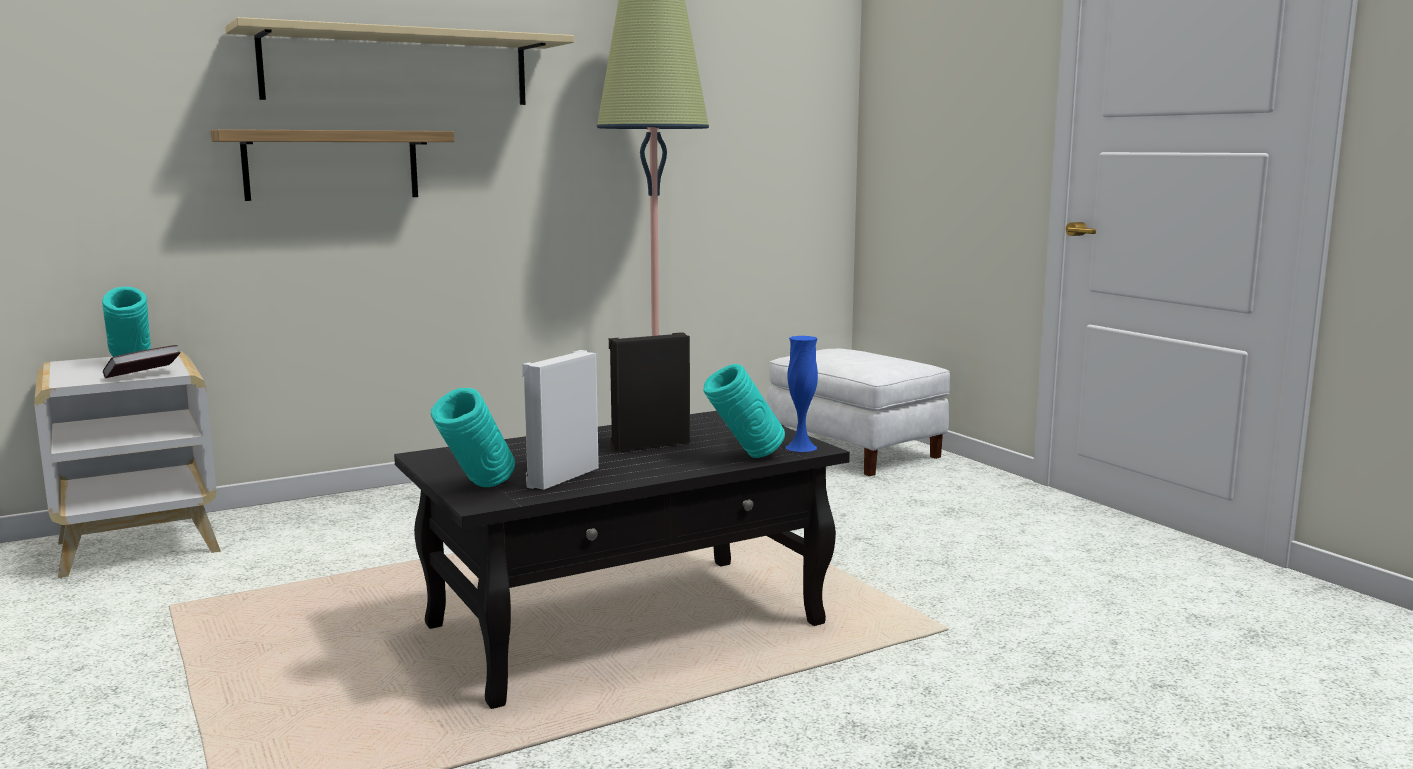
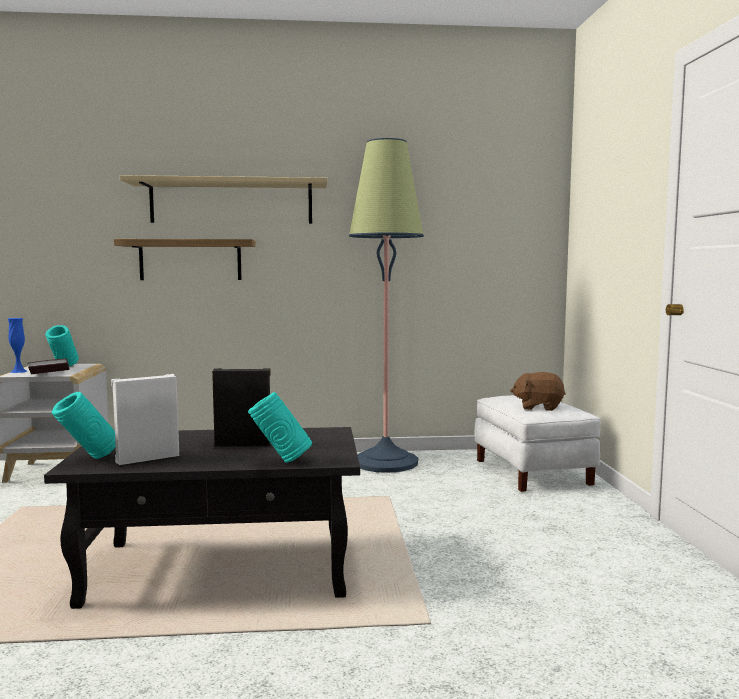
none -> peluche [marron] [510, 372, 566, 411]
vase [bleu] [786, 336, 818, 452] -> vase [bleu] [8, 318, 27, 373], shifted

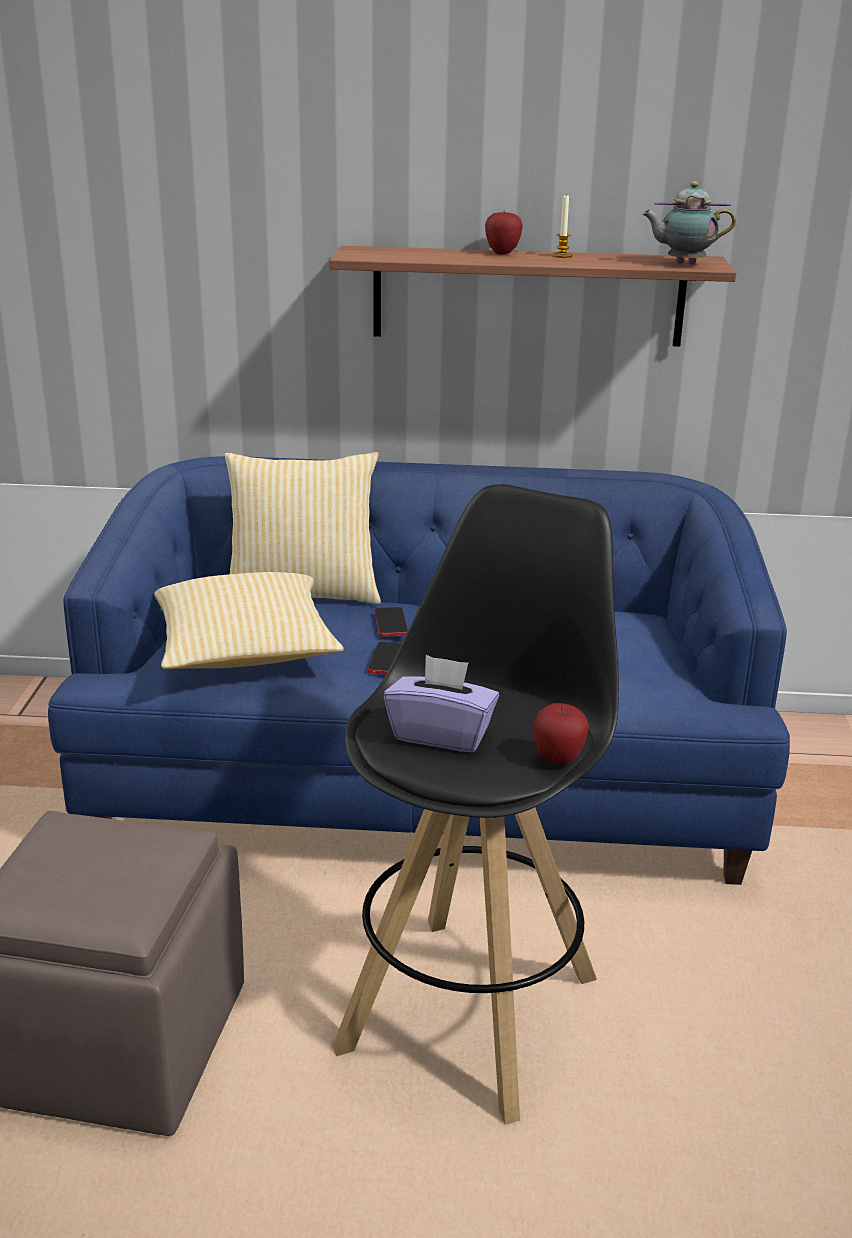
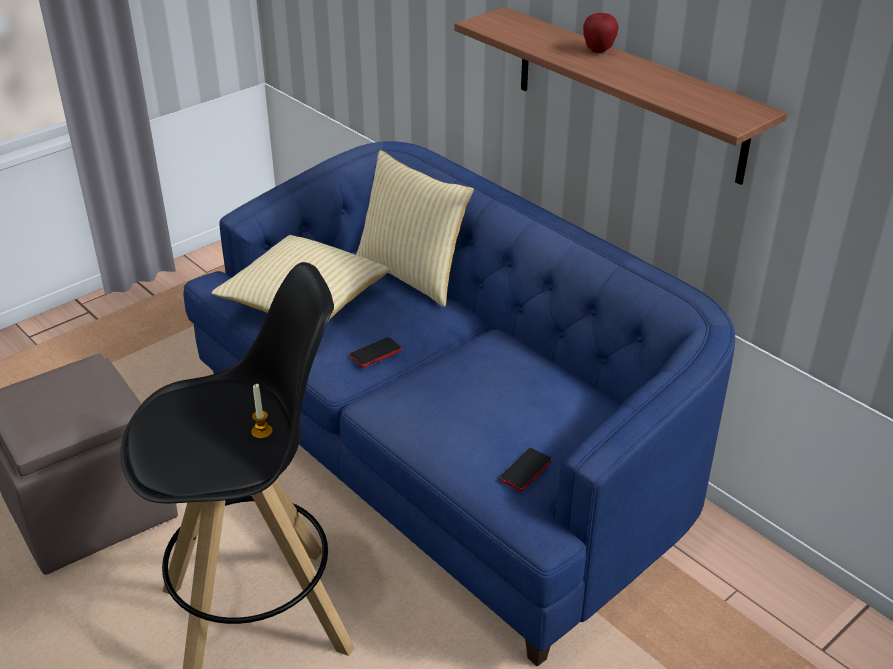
boîte à mouchoirs [violet] [384, 655, 499, 752] -> none
pomme [533, 703, 589, 764] -> none
théière [642, 181, 736, 264] -> none
téléphone [375, 607, 408, 637] -> téléphone [500, 448, 552, 491], shifted
bougie [552, 195, 573, 258] -> bougie [251, 384, 273, 439], shifted

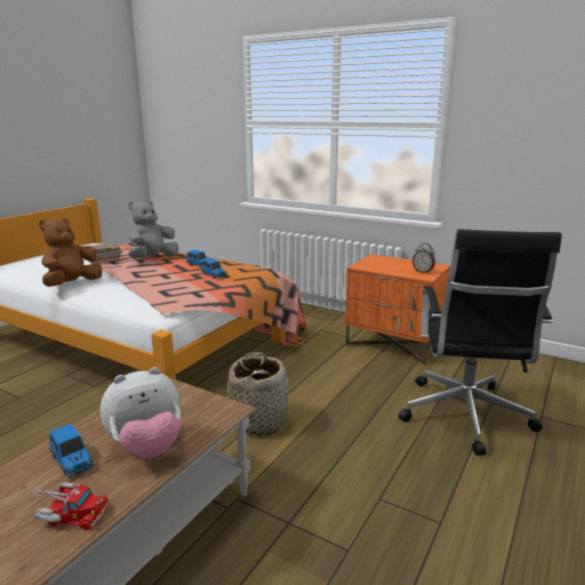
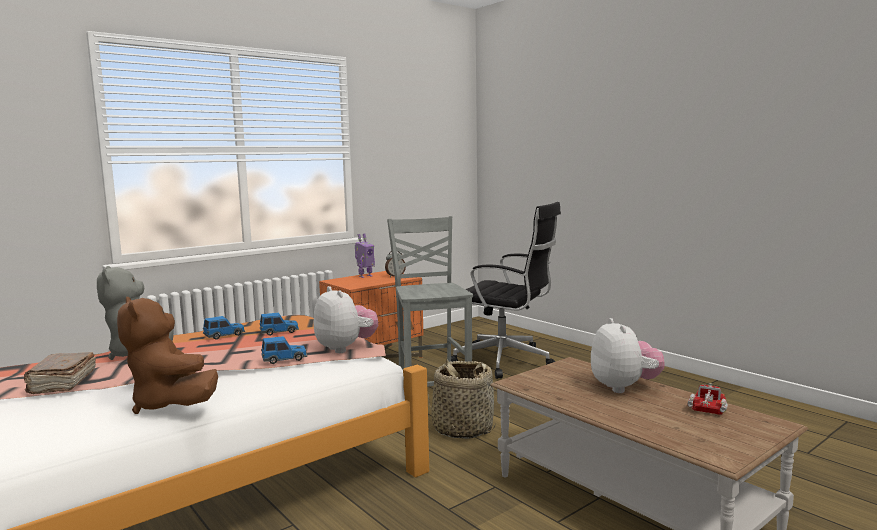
none -> peluche [314, 286, 378, 353]
none -> robot jouet [355, 233, 375, 278]
none -> chaise [gris] [387, 216, 473, 387]
petite voiture [49, 424, 94, 477] -> petite voiture [261, 336, 307, 364], shifted

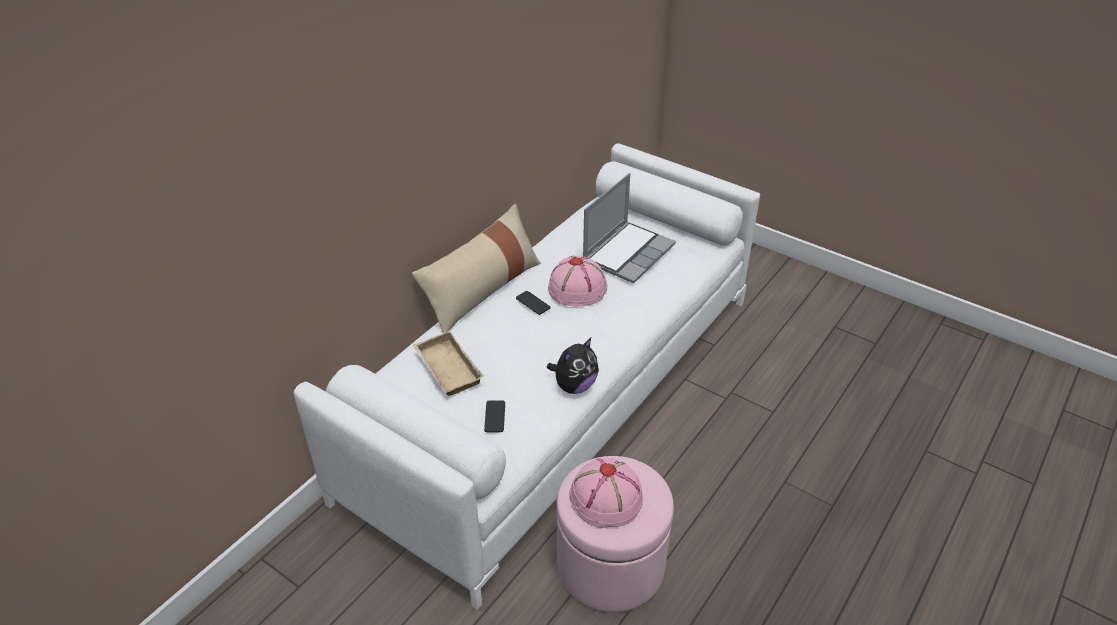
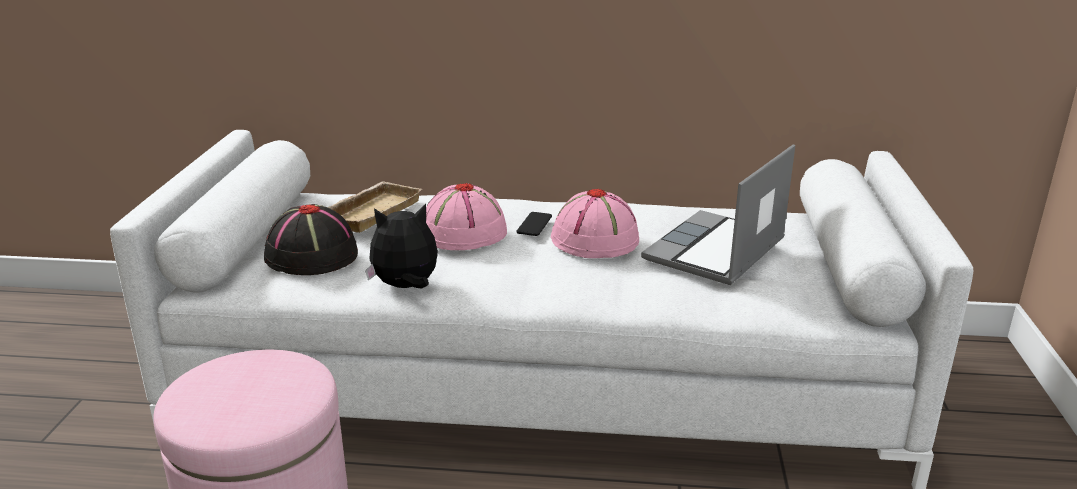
coussin [beige] [412, 204, 541, 333] -> none
chapeau [rose] [569, 458, 643, 528] -> chapeau [rose] [426, 183, 507, 250], shifted
téléphone [484, 400, 505, 432] -> chapeau [noir] [264, 204, 358, 275]
peluche [547, 338, 599, 394] -> peluche [365, 204, 438, 288], 150 degrees clockwise
ordinateur portable [583, 173, 676, 283] -> ordinateur portable [641, 144, 795, 285], 120 degrees clockwise

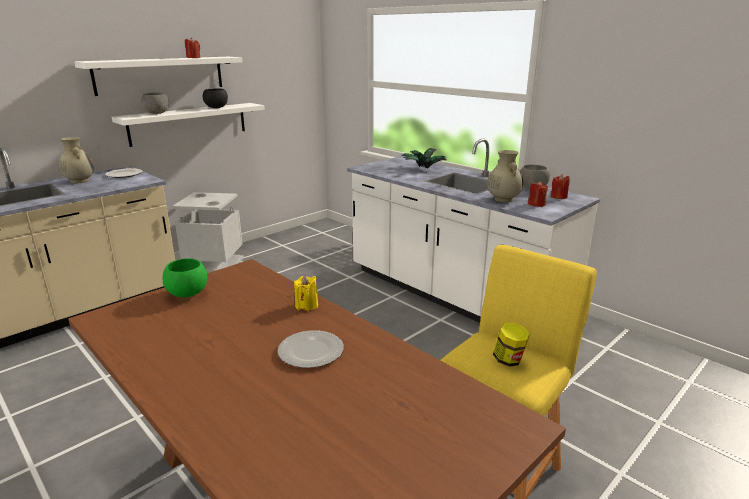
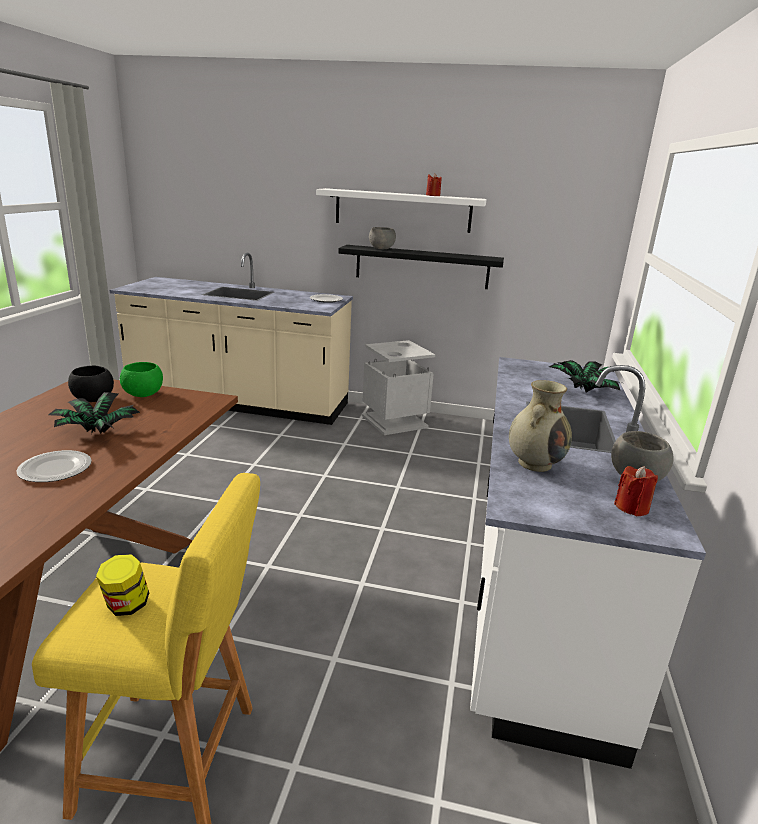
vase [beige] [58, 137, 94, 183] -> none
bougie [jaune] [294, 275, 318, 311] -> none
bougie [rouge] [528, 181, 548, 207] -> none
none -> plante en pot [48, 392, 140, 434]
bol [noir] [203, 88, 228, 108] -> bol [noir] [68, 366, 114, 402], shifted
étagère [blanc] [112, 103, 265, 147] -> étagère [noir] [338, 245, 504, 289]

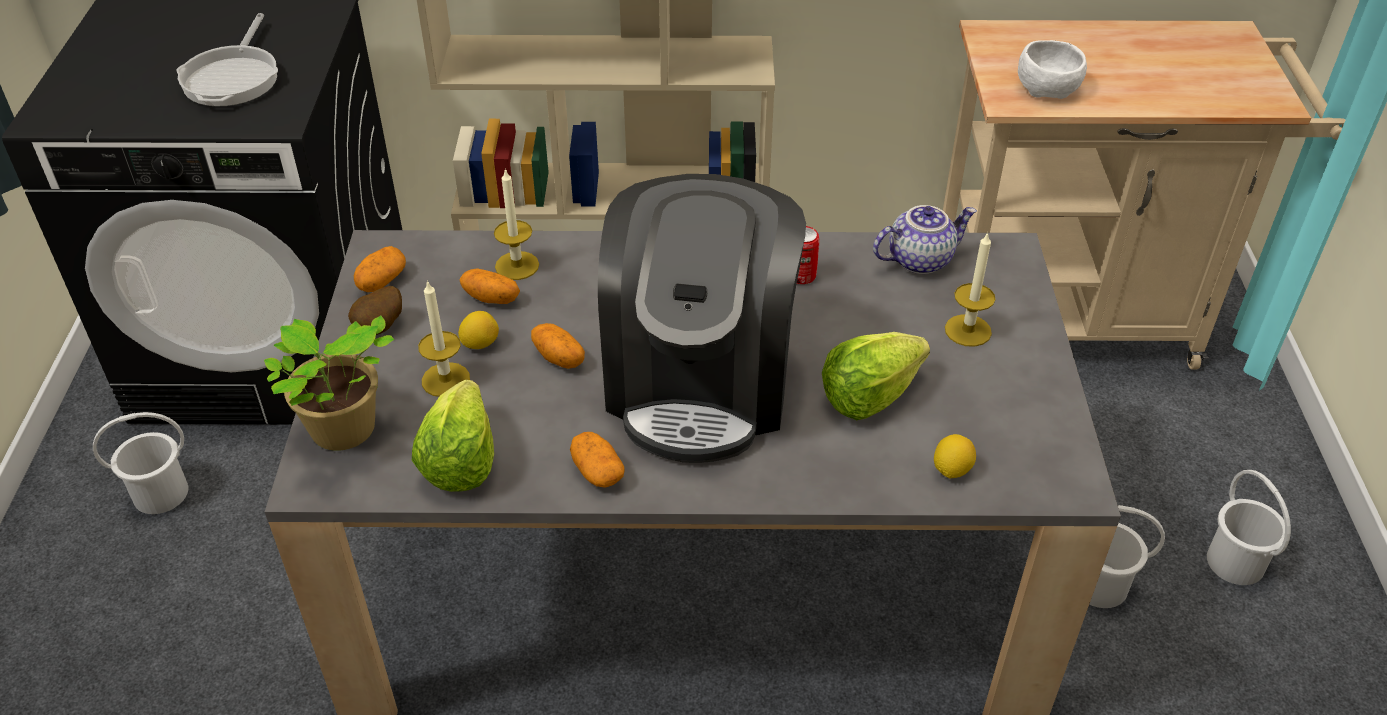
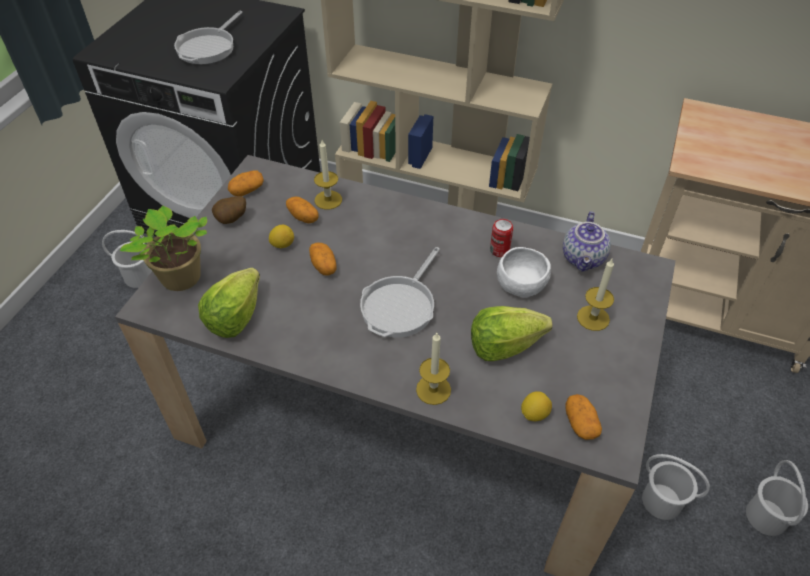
bougie [418, 280, 470, 397] -> bougie [416, 333, 451, 405], shifted
pomme de terre [570, 432, 624, 488] -> pomme de terre [565, 394, 602, 440], shifted
bol [blanc] [1018, 40, 1087, 99] -> bol [blanc] [497, 247, 551, 298], shifted
machine à café [598, 174, 806, 463] -> poêle [360, 247, 440, 338]
théière [873, 205, 977, 274] -> théière [563, 211, 611, 272], 105 degrees clockwise

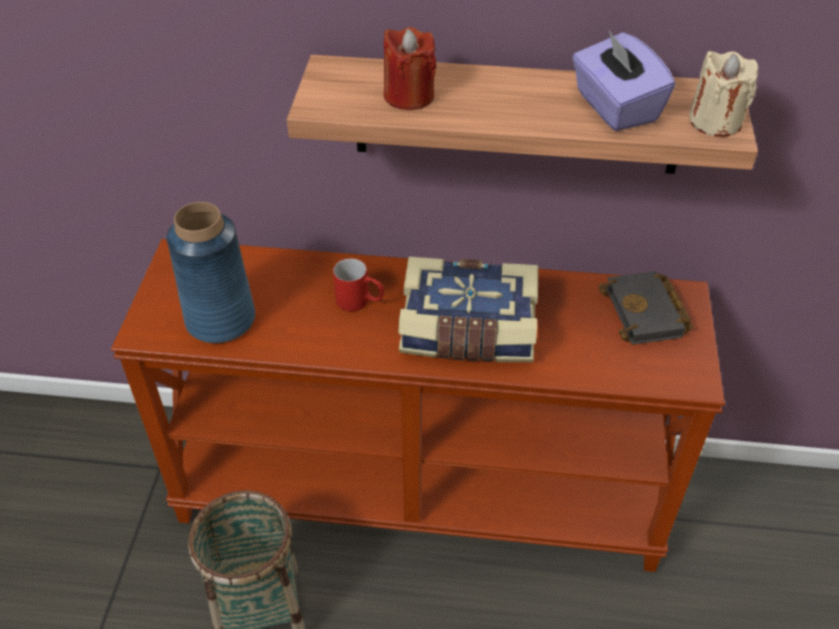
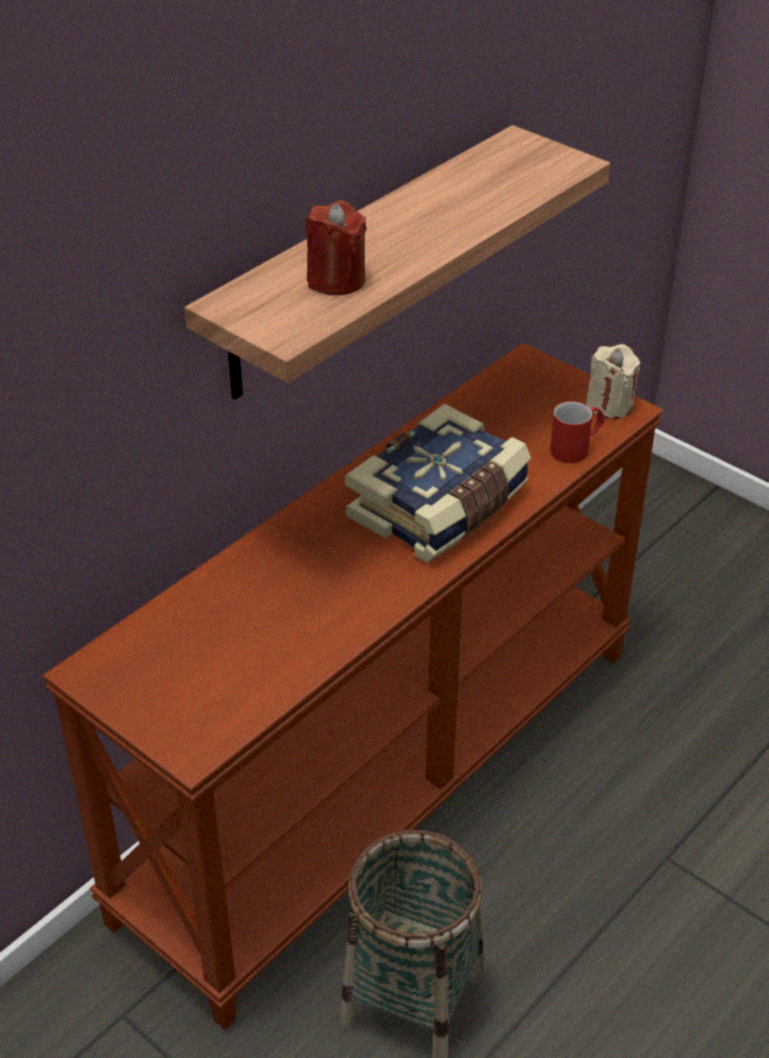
vase [bleu] [166, 202, 255, 343] -> none
boîte à mouchoirs [violet] [572, 31, 675, 131] -> none
livre [noir] [598, 271, 693, 345] -> none
mug [rouge] [333, 258, 384, 311] -> mug [rouge] [550, 402, 605, 463], shifted
bougie [beige] [689, 51, 758, 137] -> bougie [beige] [586, 344, 640, 419], shifted

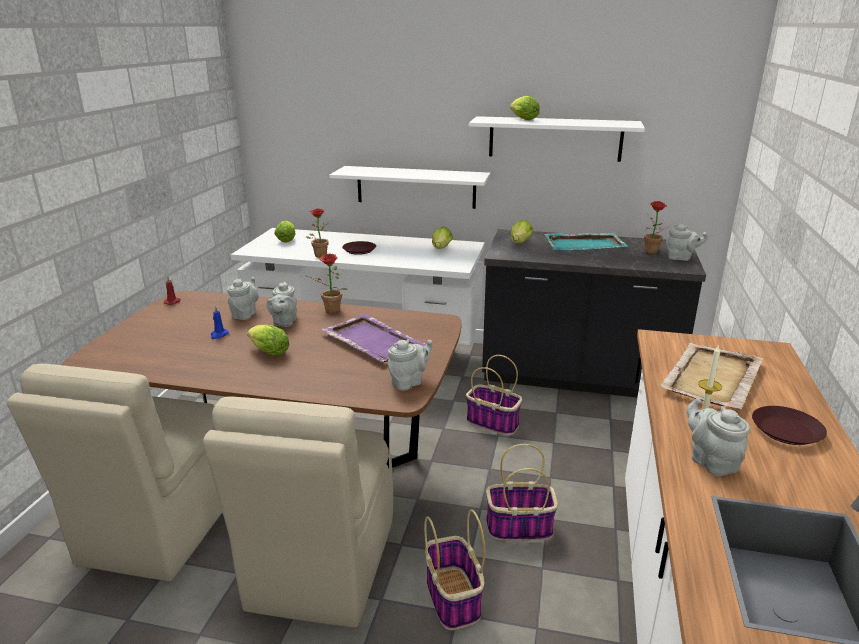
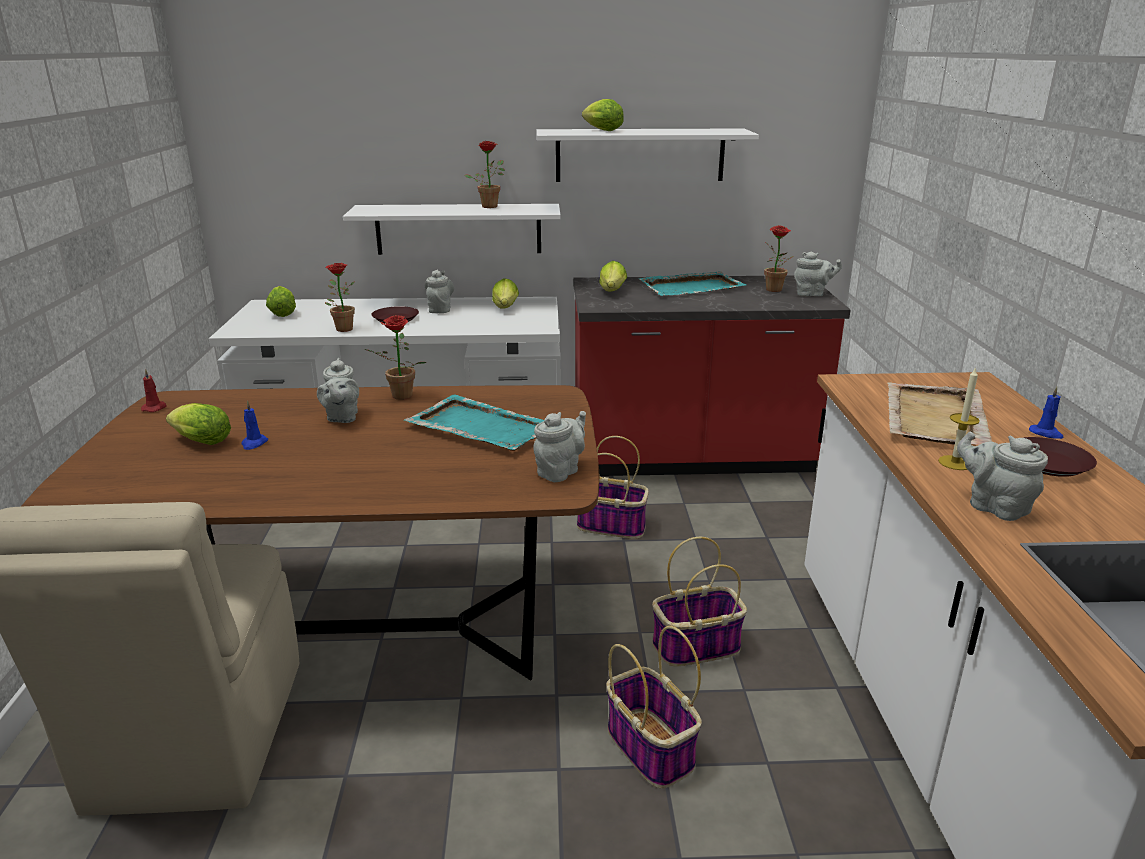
chaise [beige] [203, 397, 393, 628] -> none
none -> plante en pot [464, 141, 505, 208]
none -> bougie [bleu] [1029, 387, 1064, 439]
théière [gris] [227, 277, 259, 320] -> théière [gris] [425, 270, 454, 313], shifted
laitue [247, 325, 289, 356] -> laitue [166, 403, 231, 445], shifted
plateau [violet] [321, 314, 426, 362] -> plateau [turquoise] [404, 394, 544, 451]
comptoir de cuisine [noir] [482, 229, 706, 397] -> comptoir de cuisine [rouge] [573, 275, 851, 476]

